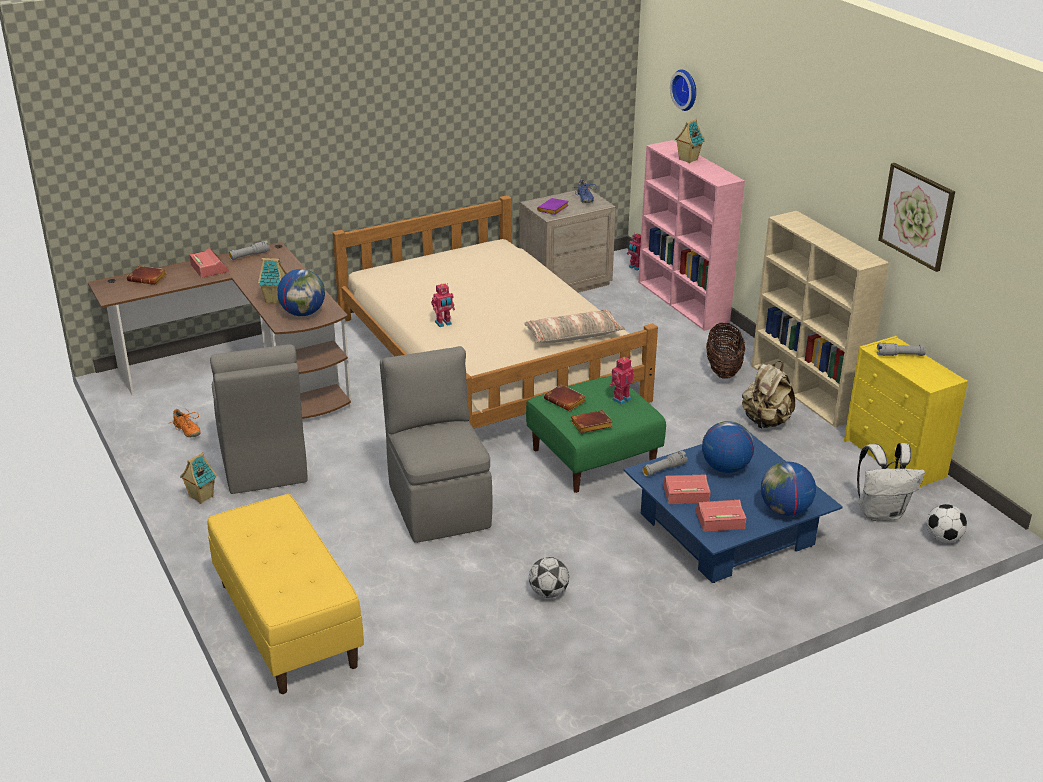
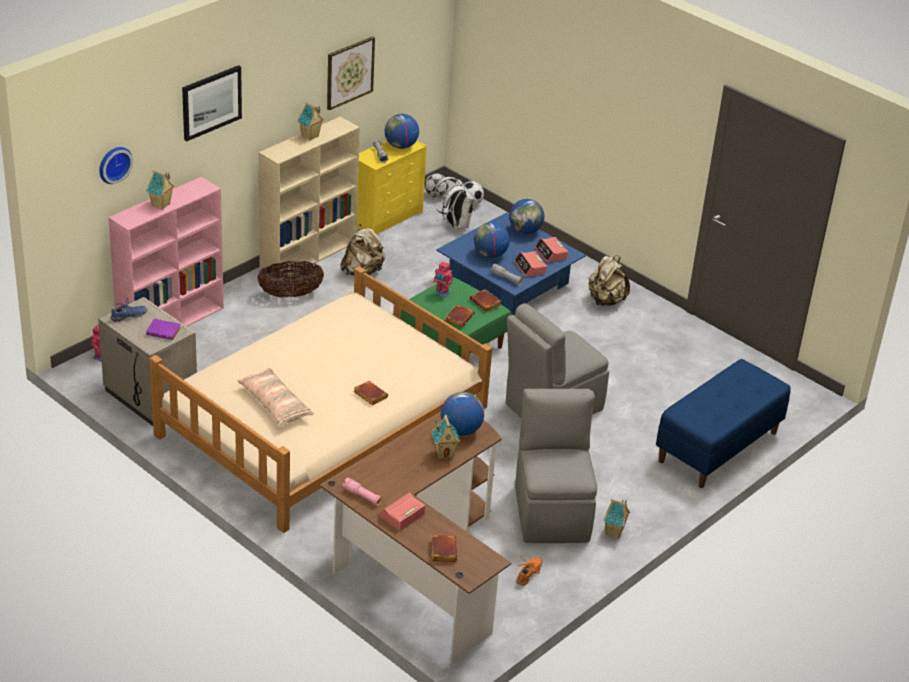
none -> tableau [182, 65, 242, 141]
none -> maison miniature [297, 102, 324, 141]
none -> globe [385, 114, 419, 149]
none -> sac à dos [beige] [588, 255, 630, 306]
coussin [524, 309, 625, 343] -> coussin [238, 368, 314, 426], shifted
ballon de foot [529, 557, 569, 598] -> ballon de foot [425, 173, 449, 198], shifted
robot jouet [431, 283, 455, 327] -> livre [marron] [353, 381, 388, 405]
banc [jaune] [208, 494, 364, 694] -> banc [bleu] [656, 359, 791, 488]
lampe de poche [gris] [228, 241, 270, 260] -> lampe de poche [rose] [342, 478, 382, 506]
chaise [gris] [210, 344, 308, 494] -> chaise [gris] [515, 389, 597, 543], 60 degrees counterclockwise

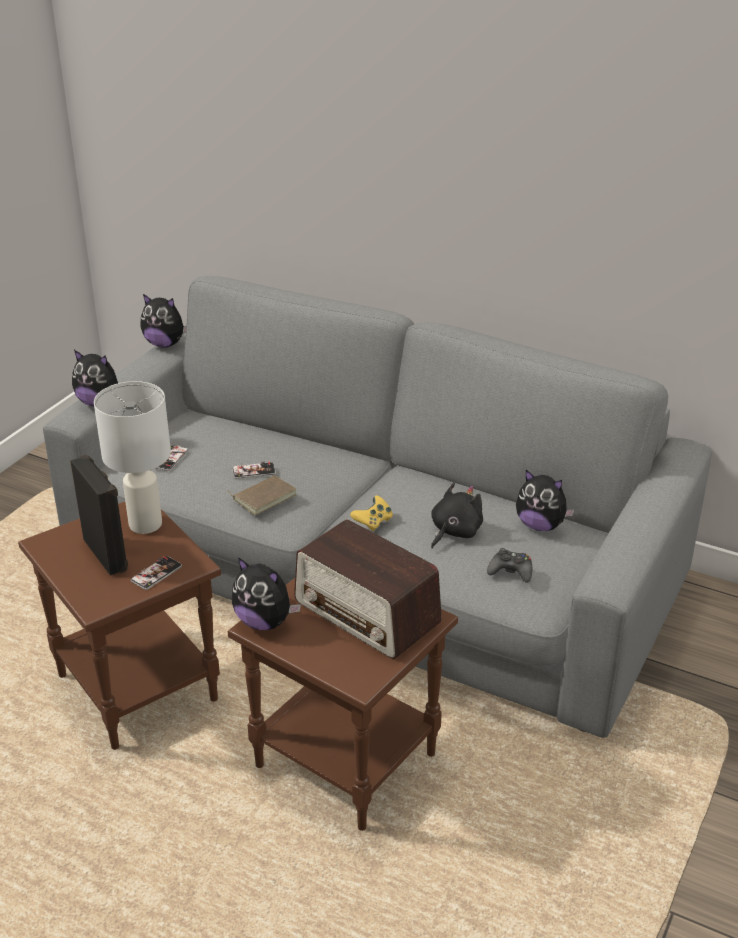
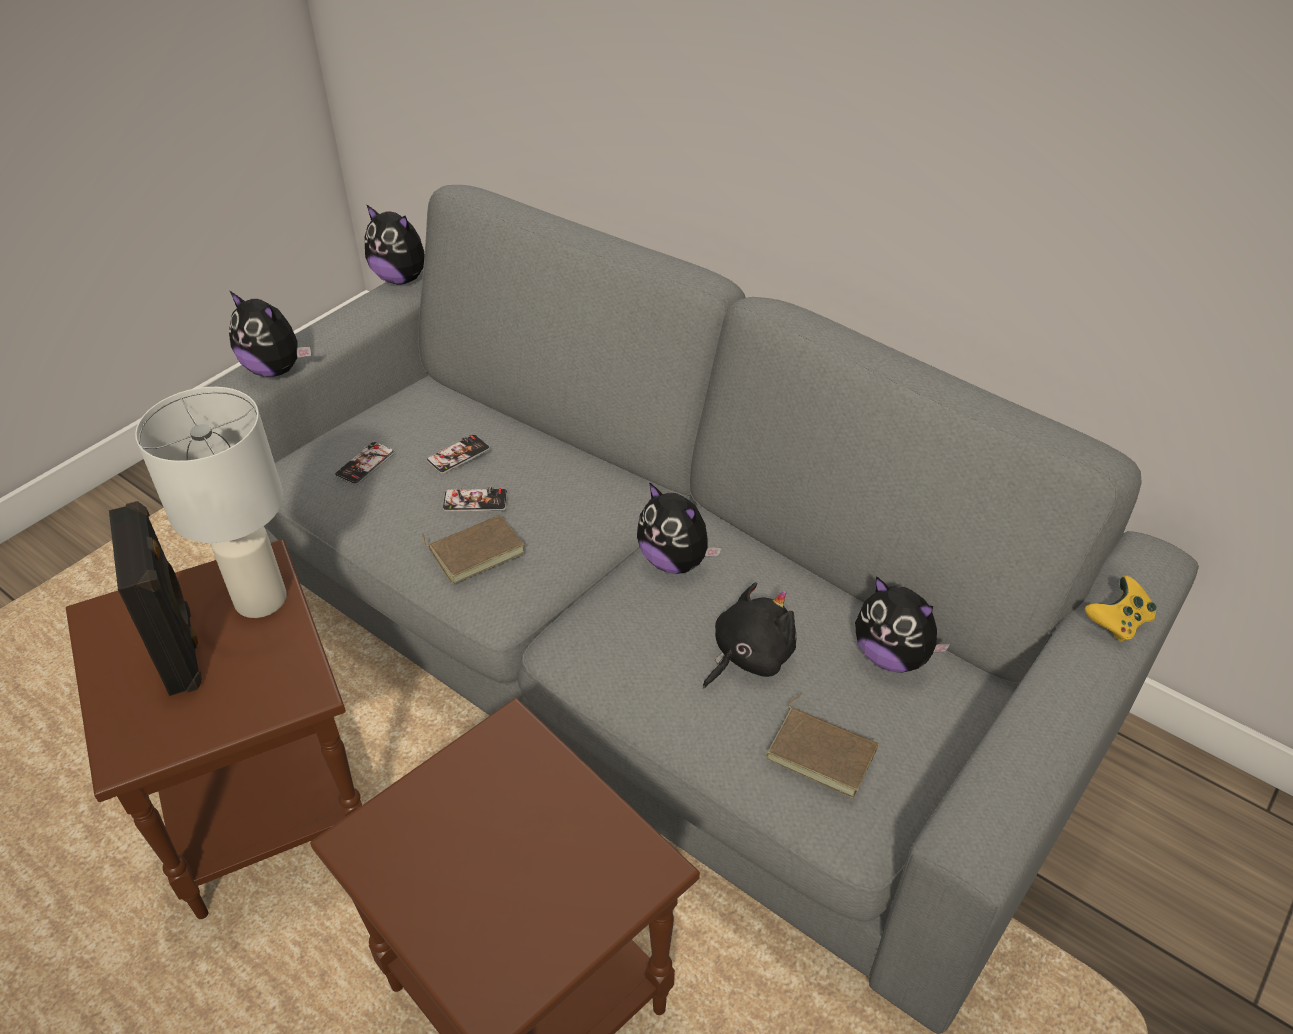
radio [294, 519, 442, 659] -> none
téléphone [131, 556, 182, 590] -> téléphone [426, 435, 490, 474], shifted
peluche [232, 557, 301, 630] -> peluche [637, 482, 721, 574], shifted
manette [jaune] [350, 496, 393, 531] -> manette [jaune] [1085, 576, 1157, 642], shifted
manette [noir] [487, 548, 532, 583] -> livre [marron] [765, 693, 879, 798]

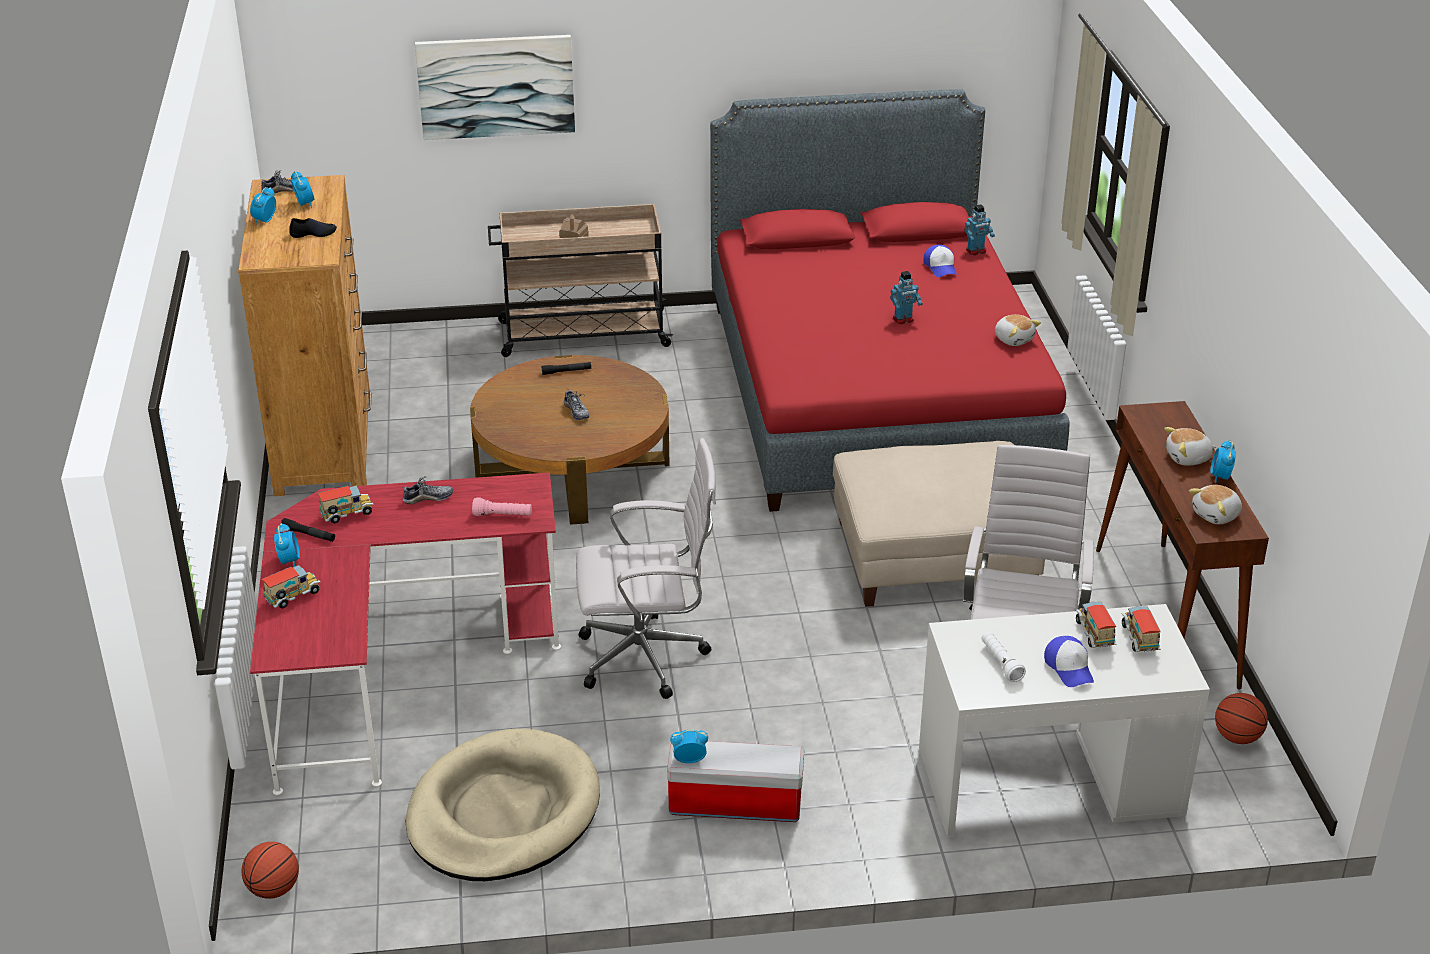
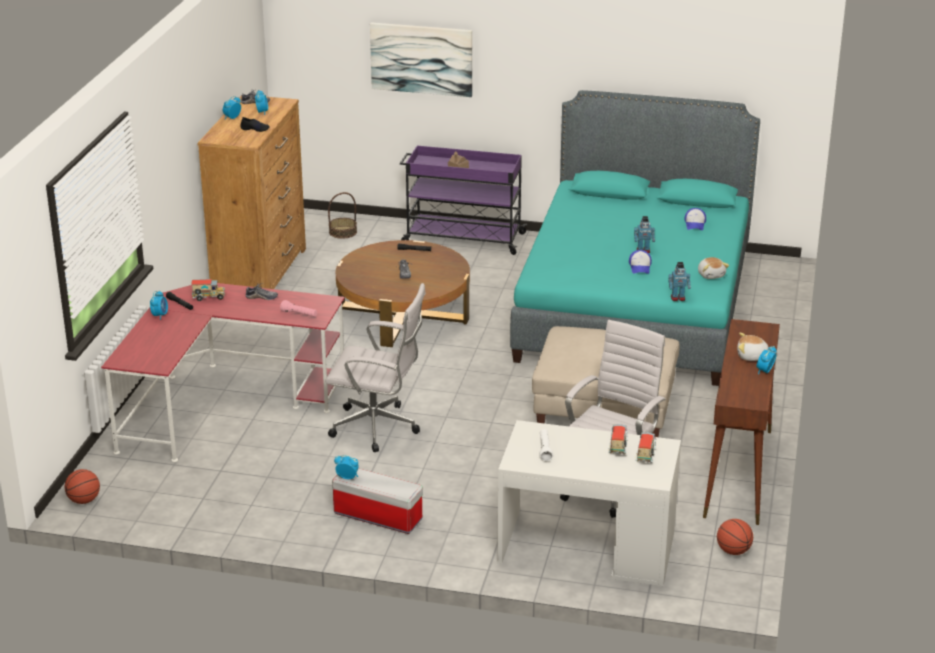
camion jouet [261, 565, 321, 609] -> none
panier pour chien [beige] [406, 729, 600, 881] -> none
peluche [1189, 485, 1242, 524] -> none
none -> panier [328, 192, 357, 239]
robot jouet [964, 205, 995, 255] -> robot jouet [668, 262, 691, 301], shifted
casquette [1044, 636, 1094, 687] -> casquette [629, 250, 652, 274], shifted
chariot [beige] [488, 204, 673, 357] -> chariot [violet] [400, 146, 528, 255]
lit [rouge] [710, 89, 1069, 512] -> lit [turquoise] [510, 90, 760, 386]

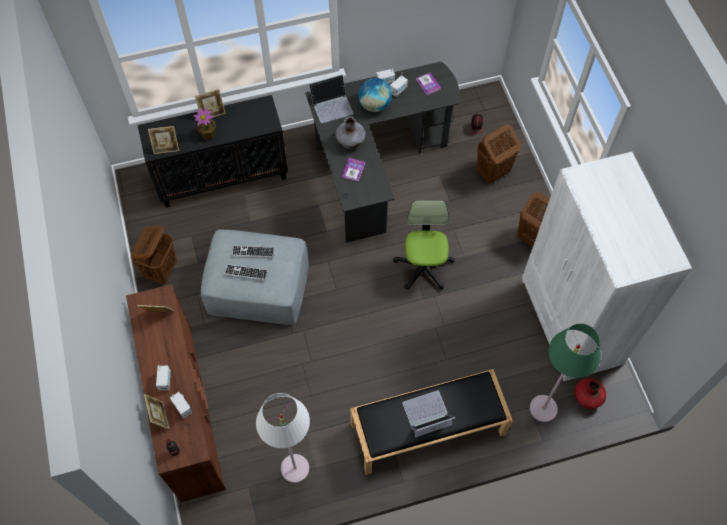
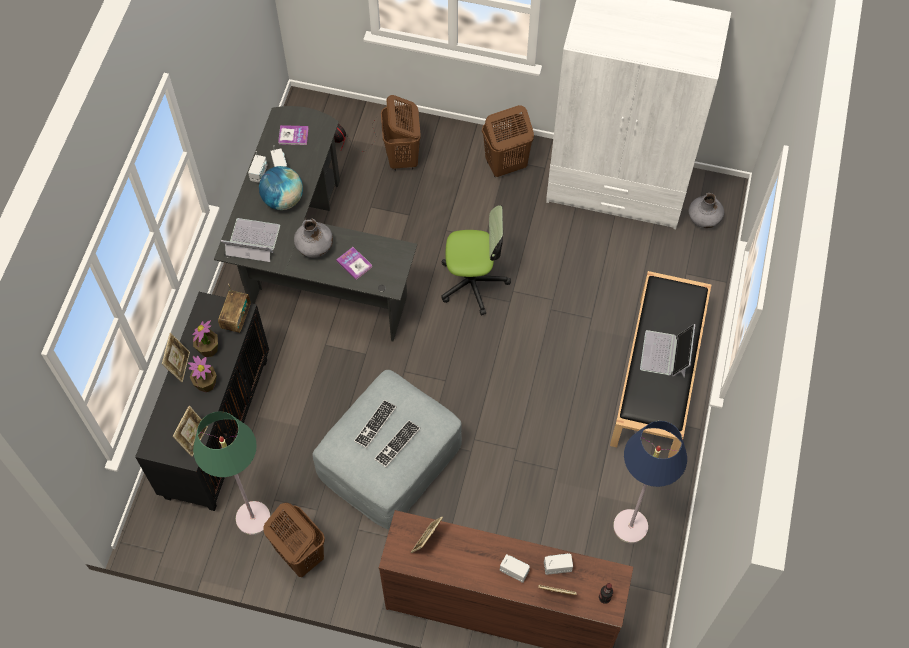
none -> plante en pot [192, 320, 218, 357]
none -> radio [218, 284, 251, 333]
lampadaire [vert] [530, 324, 601, 422] -> lampadaire [vert] [193, 411, 270, 535], shifted
lampadaire [blanc] [256, 393, 310, 483] -> lampadaire [bleu] [613, 421, 687, 543]
vase [rouge] [574, 378, 606, 409] -> vase [gris] [688, 193, 724, 228]
ordinateur portable [309, 74, 354, 123] -> ordinateur portable [221, 218, 280, 262], 90 degrees counterclockwise
chaise de bureau [393, 200, 455, 290] -> chaise de bureau [441, 205, 511, 316], 150 degrees clockwise

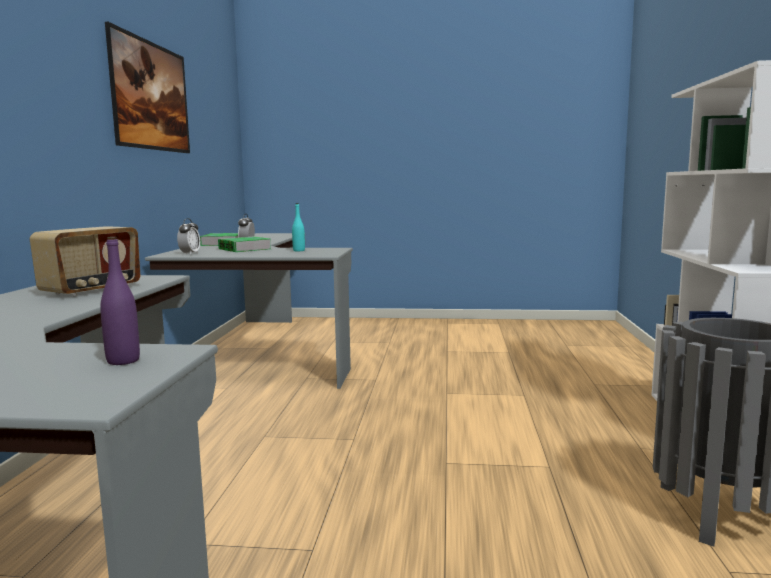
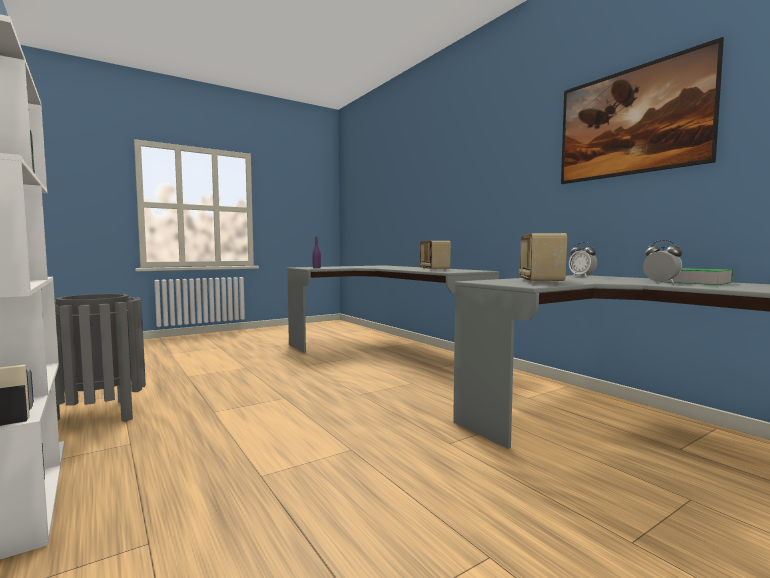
livre [218, 237, 271, 252] -> none
bouteille [turquoise] [292, 203, 305, 251] -> radio [518, 233, 567, 284]

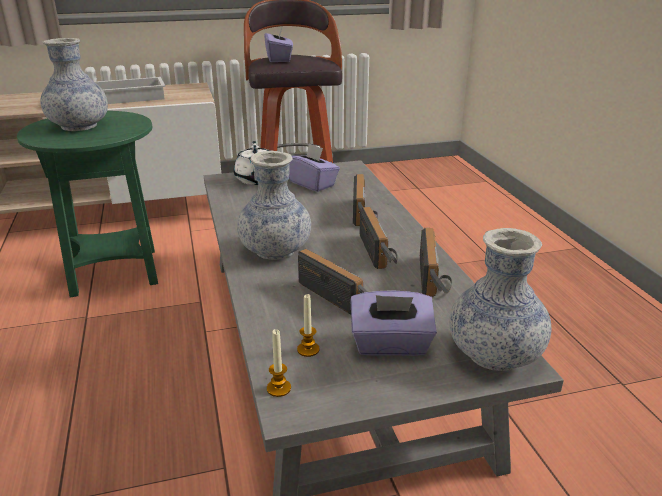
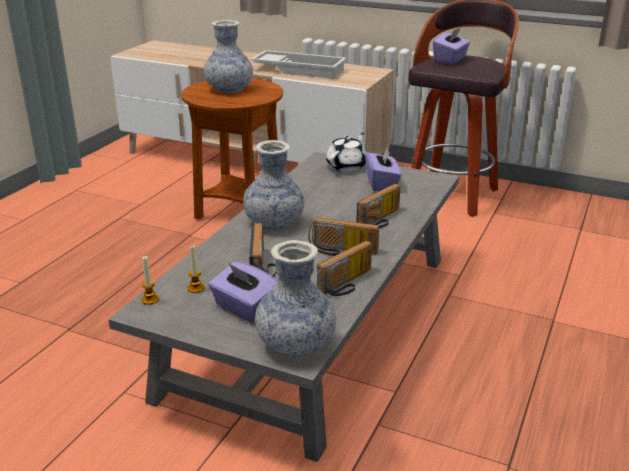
table d'appoint [vert] [17, 111, 158, 297] -> table d'appoint [marron] [181, 78, 283, 220]
radio [359, 207, 398, 269] -> radio [308, 217, 379, 256], 75 degrees clockwise

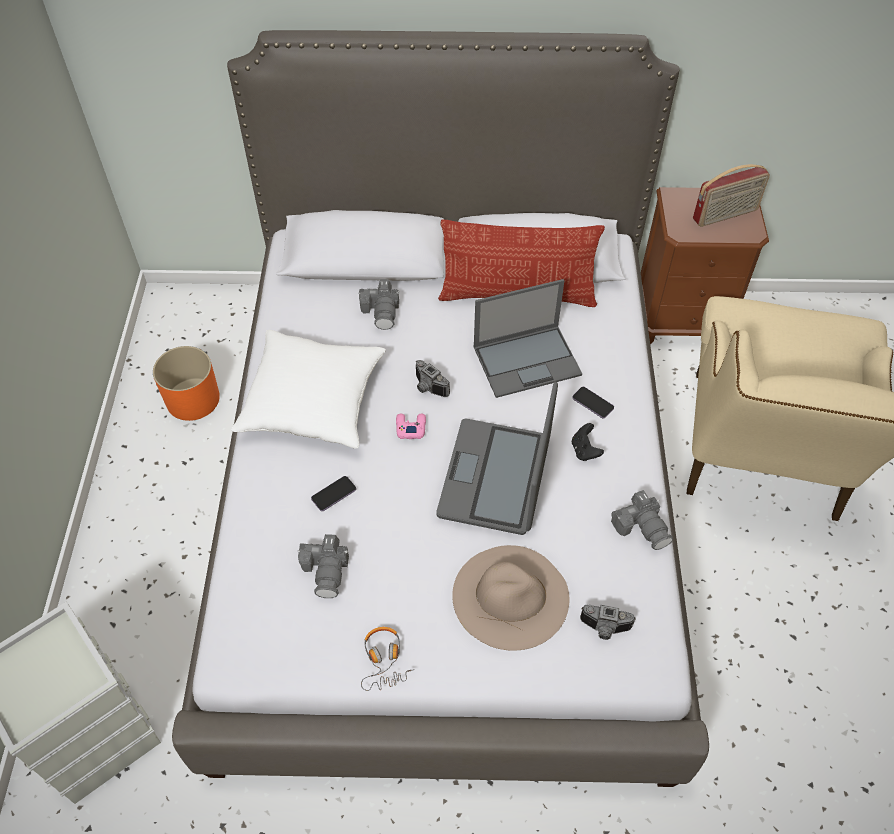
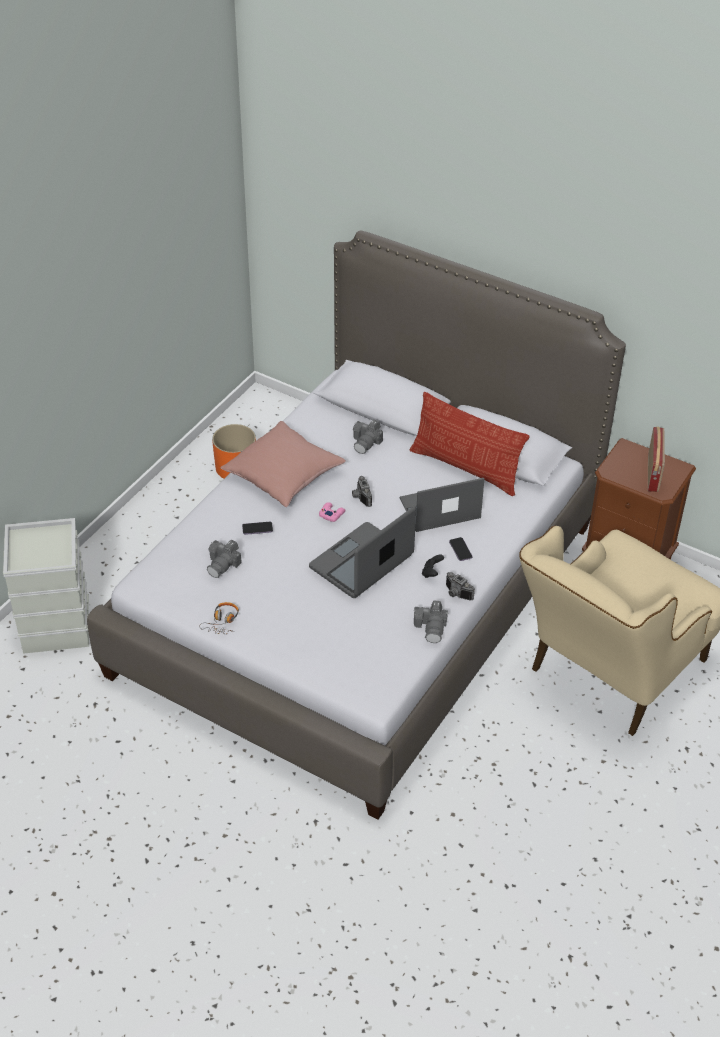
chapeau [beige] [452, 545, 569, 651] -> none
appareil photo [580, 605, 636, 640] -> appareil photo [446, 572, 475, 600], shifted
coussin [blanc] [231, 330, 386, 449] -> coussin [rose] [221, 421, 346, 507]
ordinateur portable [474, 279, 582, 398] -> ordinateur portable [400, 478, 484, 532], 150 degrees clockwise
radio [693, 164, 770, 227] -> radio [648, 427, 665, 492], 90 degrees counterclockwise

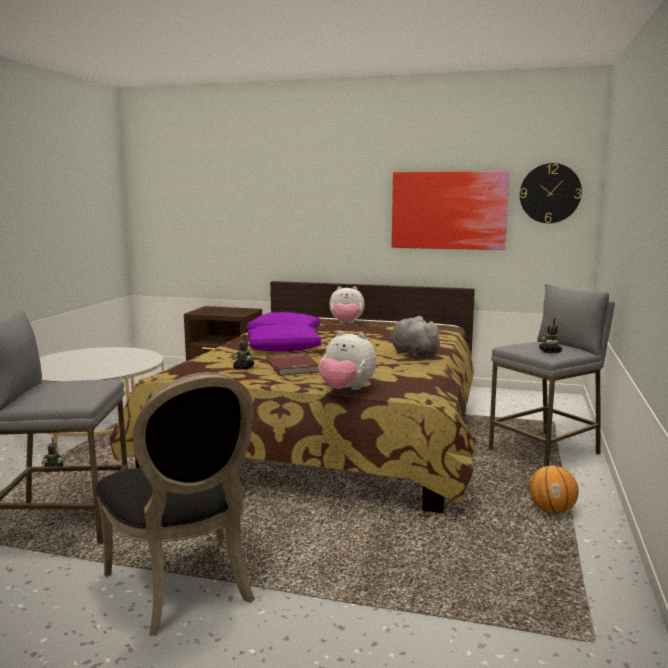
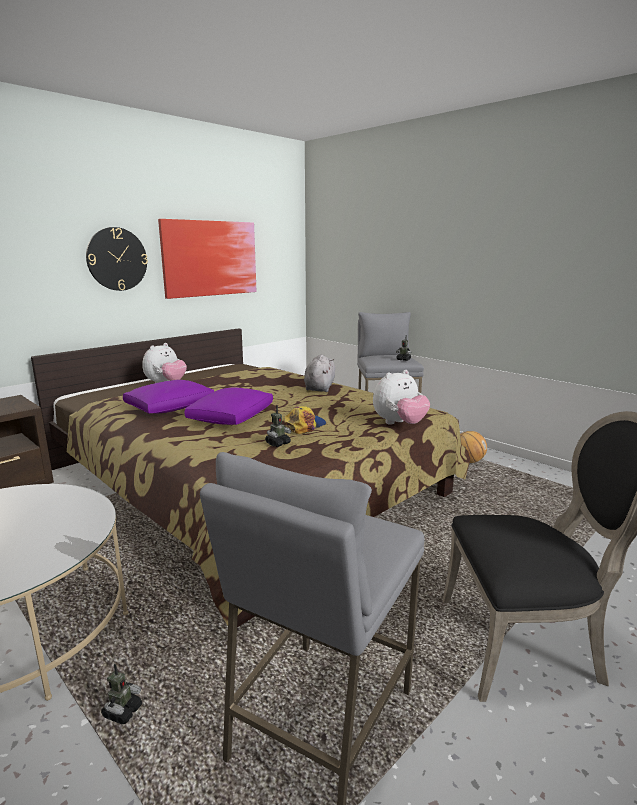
horloge murale [520, 163, 582, 223] -> horloge murale [86, 227, 148, 291], shifted
livre [rouge] [266, 353, 319, 376] -> casquette [284, 406, 326, 434]
peluche [gris] [391, 316, 444, 358] -> peluche [gris] [304, 354, 335, 392], 105 degrees clockwise

